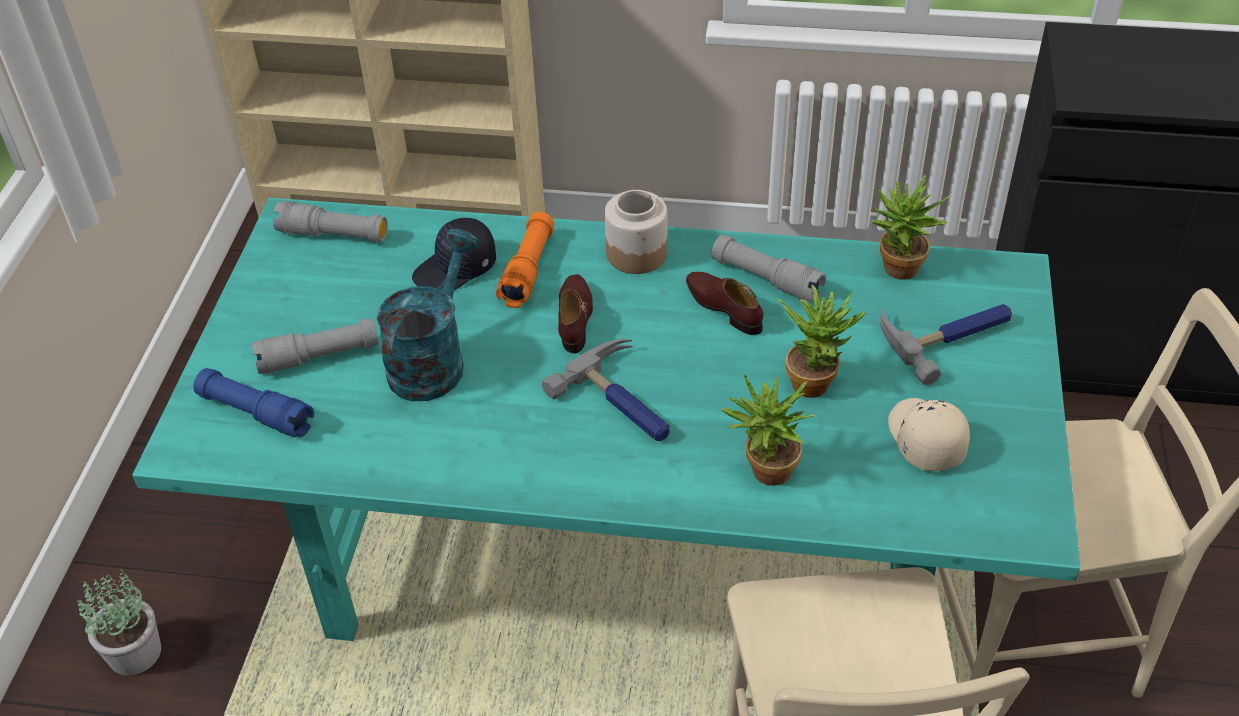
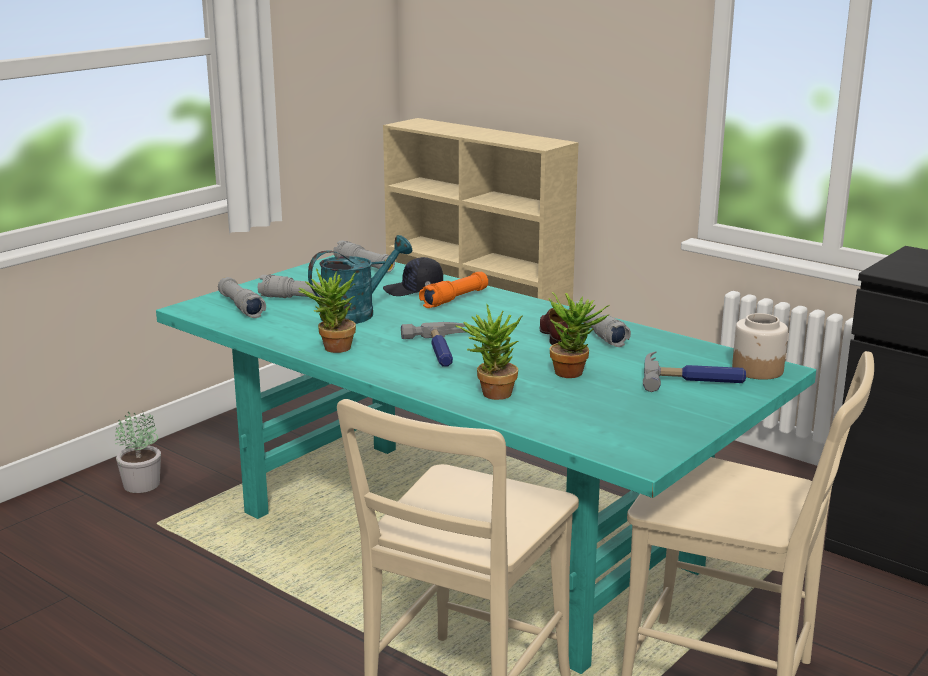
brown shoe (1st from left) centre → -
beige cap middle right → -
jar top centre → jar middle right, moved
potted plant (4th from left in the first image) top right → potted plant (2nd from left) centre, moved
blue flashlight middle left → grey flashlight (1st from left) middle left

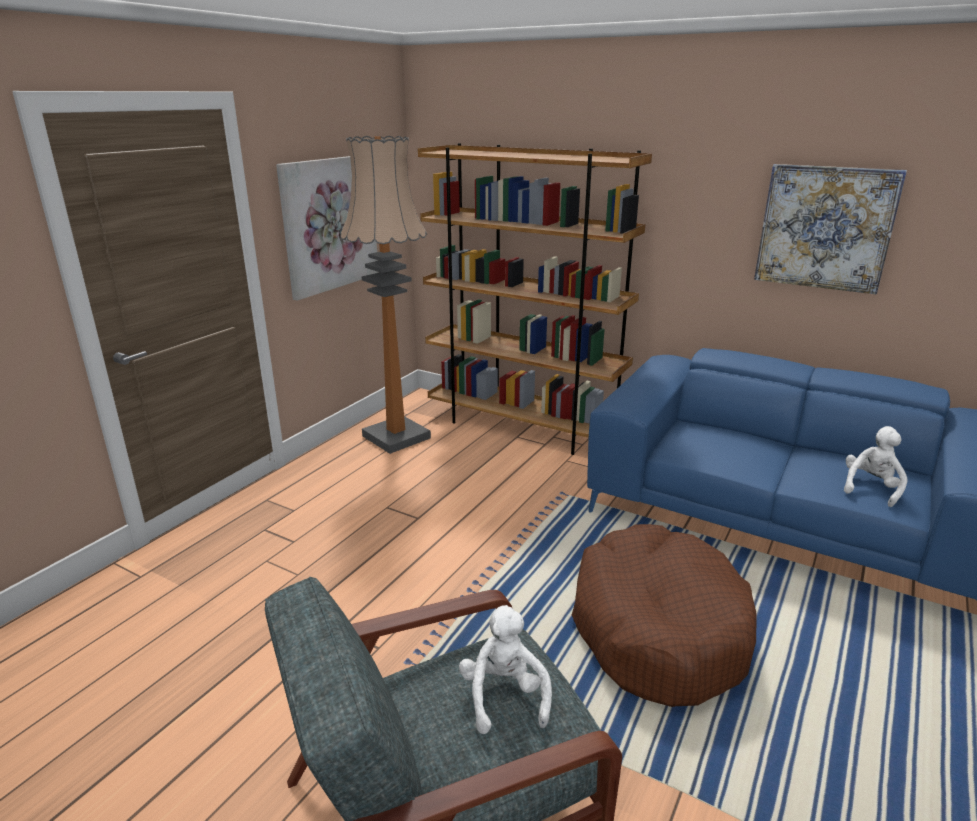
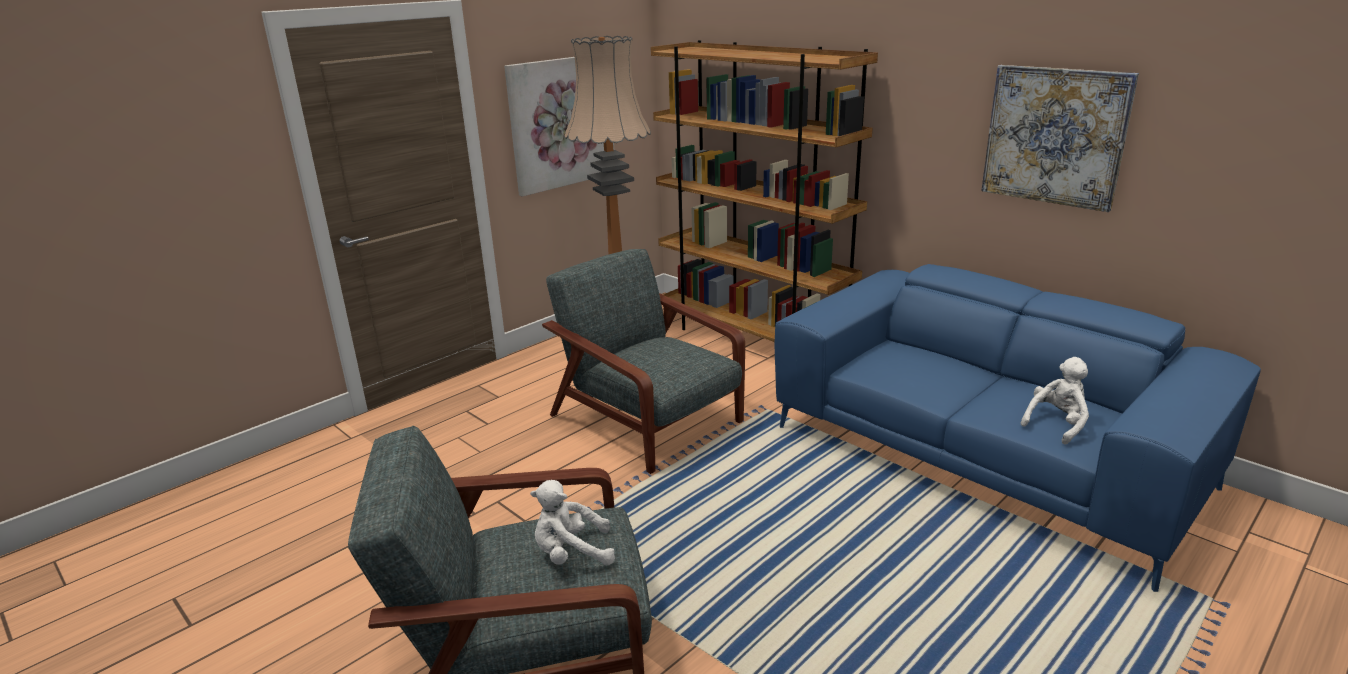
brown dog bed bottom right → -
- → grey armchair (2nd from left) centre
white plush toy (1st from left) bottom centre, 105 degrees counterclockwise

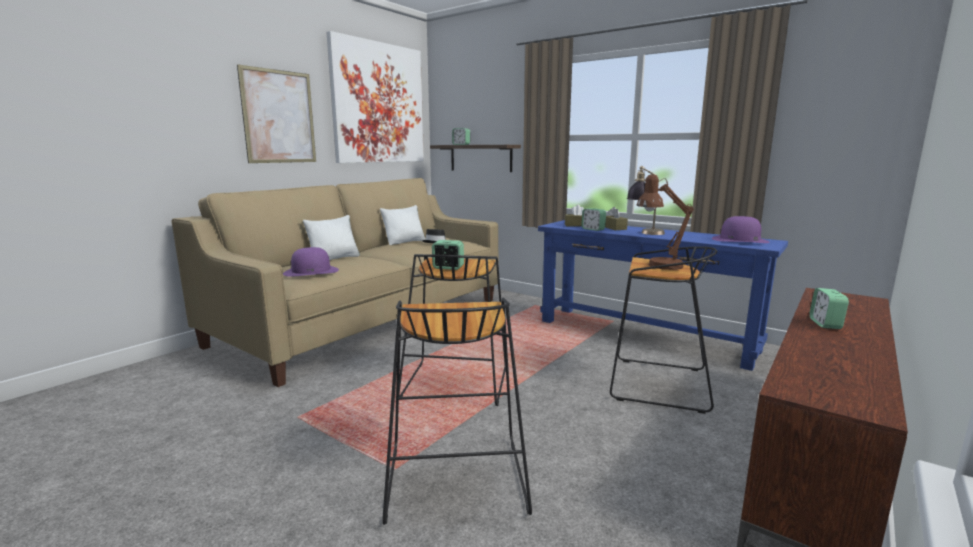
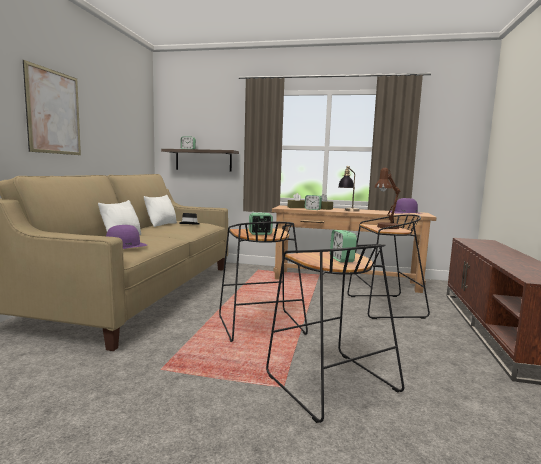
picture (2nd from left) top centre → -
alarm clock (4th from left) middle right → alarm clock (4th from left) centre, moved
blue console table middle right → brown console table centre

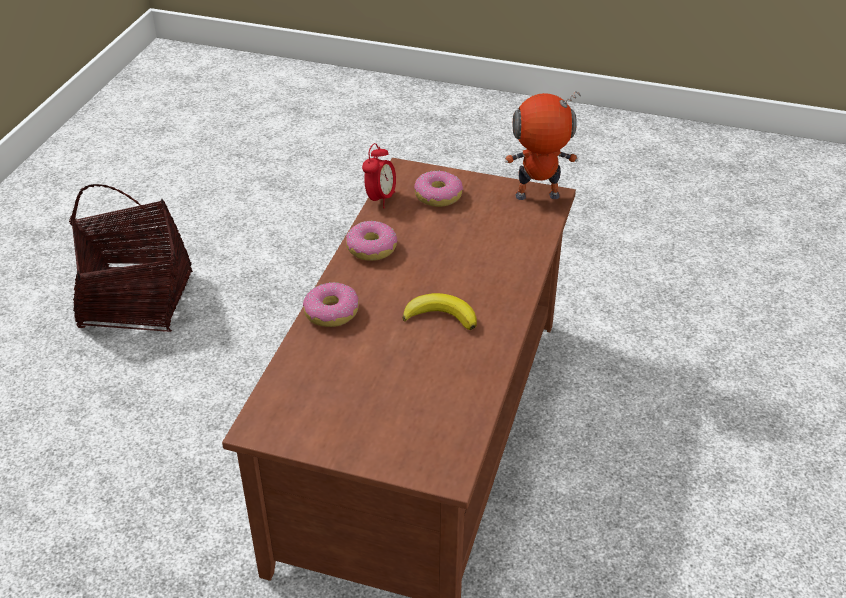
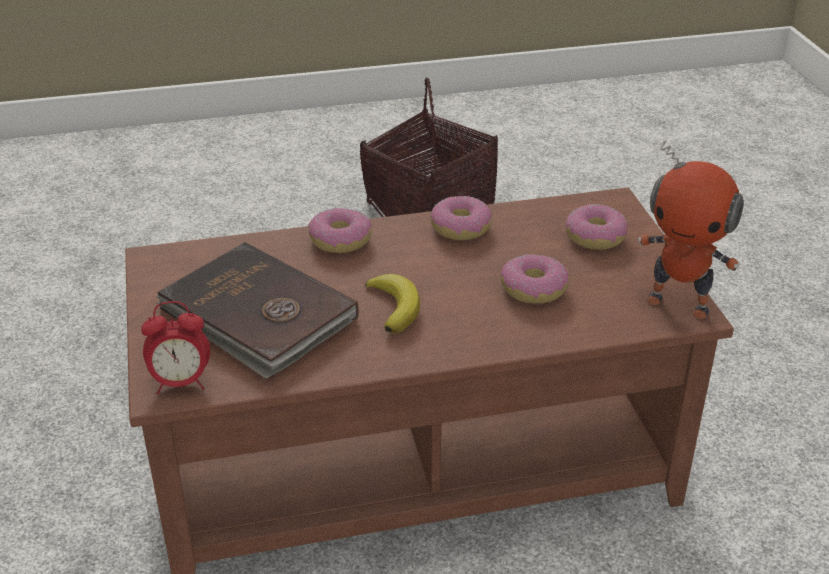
- → brown book middle left
- → donut (3rd from left) centre
alarm clock top centre → alarm clock middle left, moved
toy robot top centre → toy robot middle right, 150 degrees clockwise

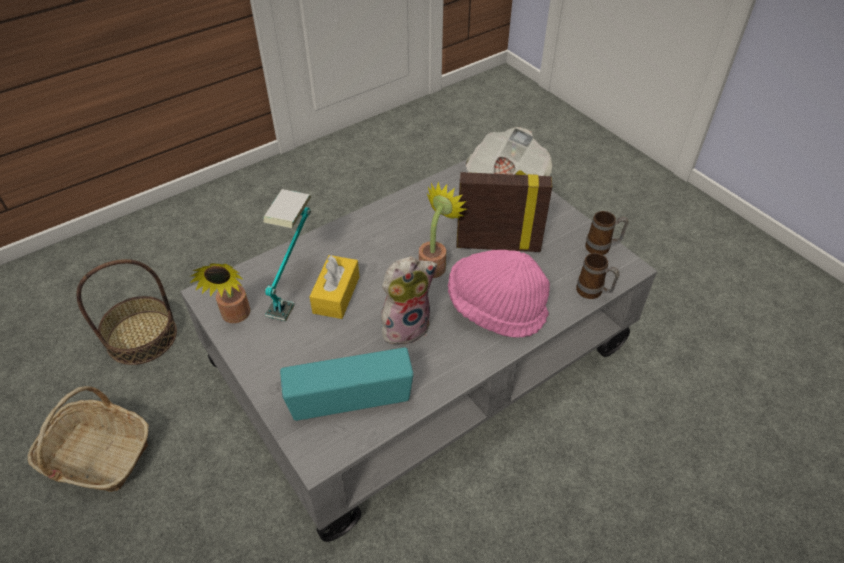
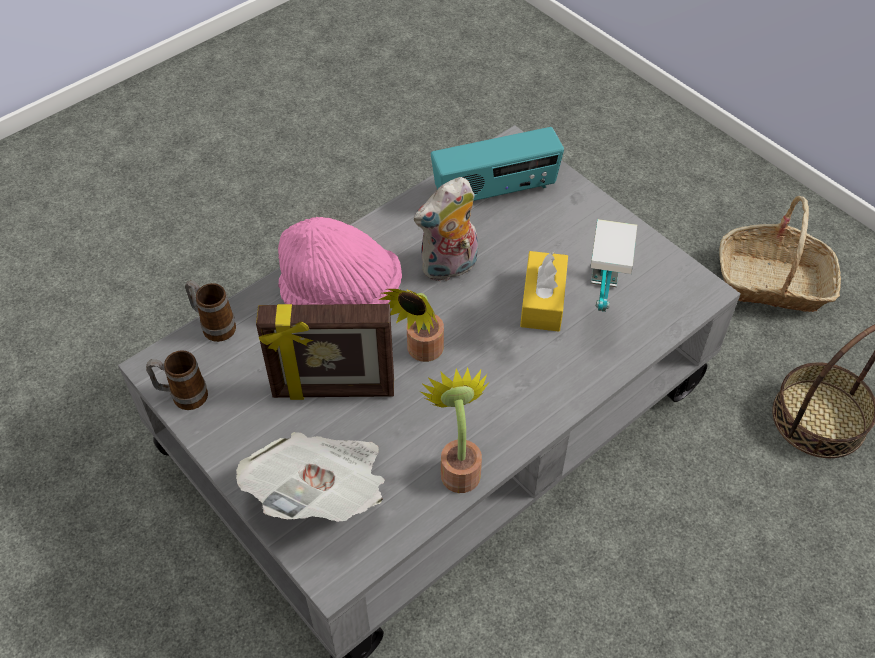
potted plant (1st from left in the first image) middle left → potted plant (2nd from left) centre, moved

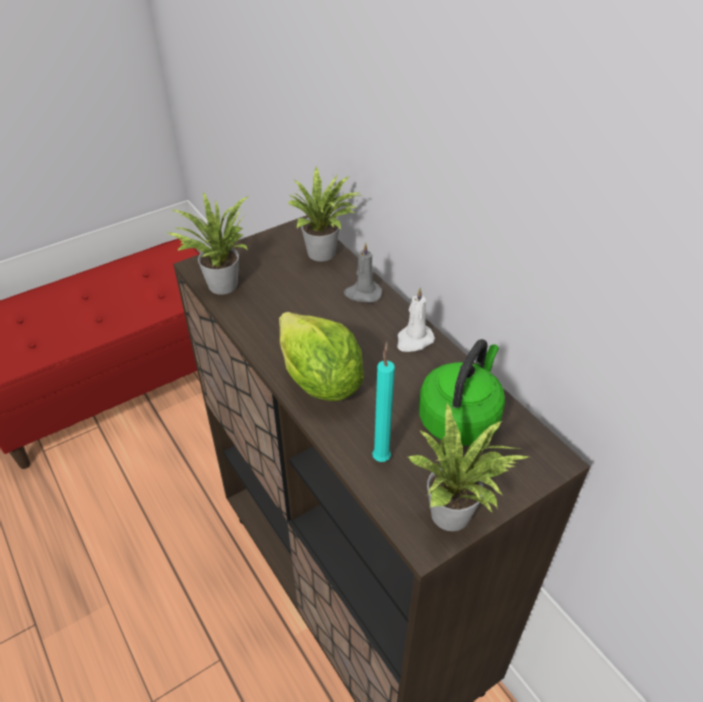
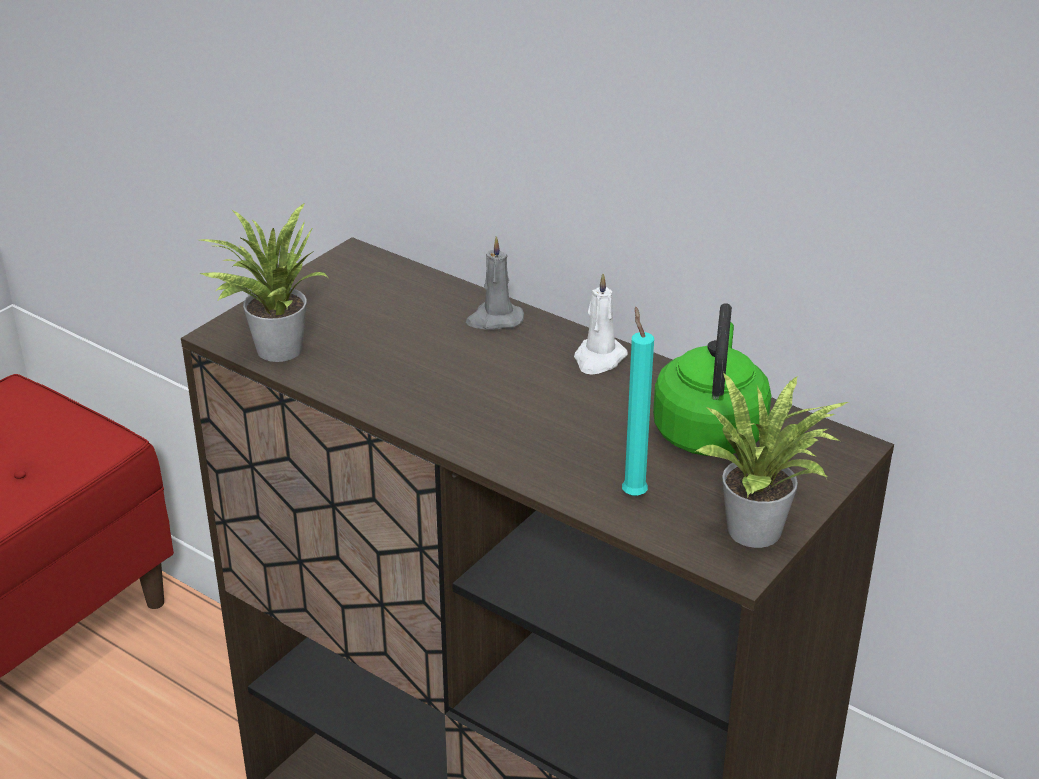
lettuce centre → -
potted plant (2nd from left) top centre → -

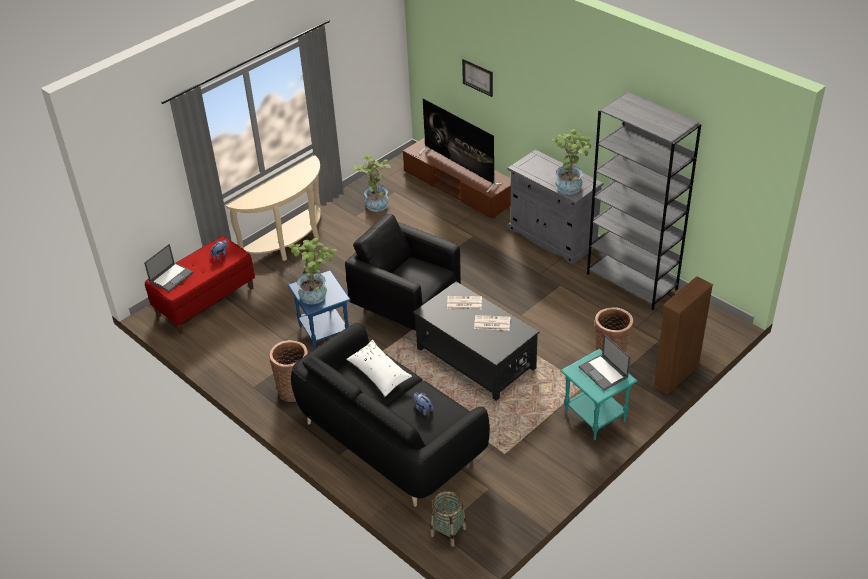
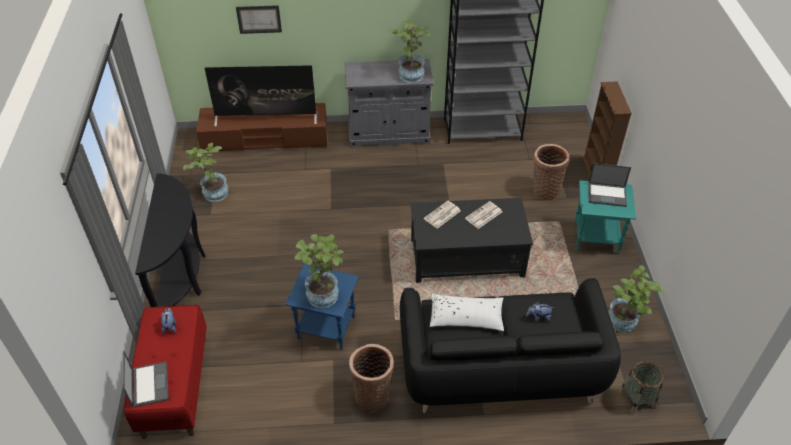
black armchair centre → -
- → potted plant (4th from left) bottom right
beige console table middle left → black console table middle left

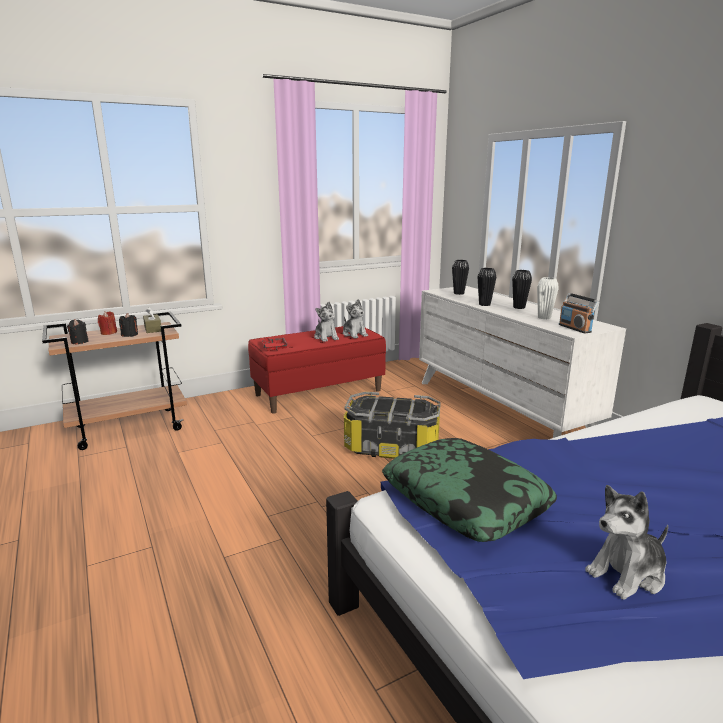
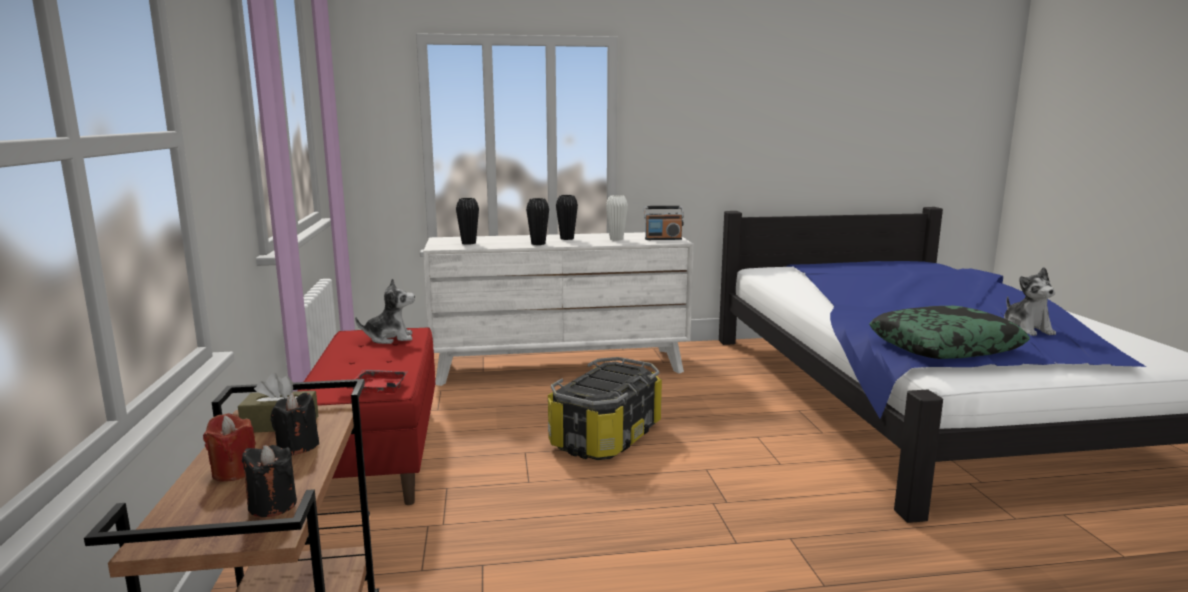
plush toy (1st from left) centre → -

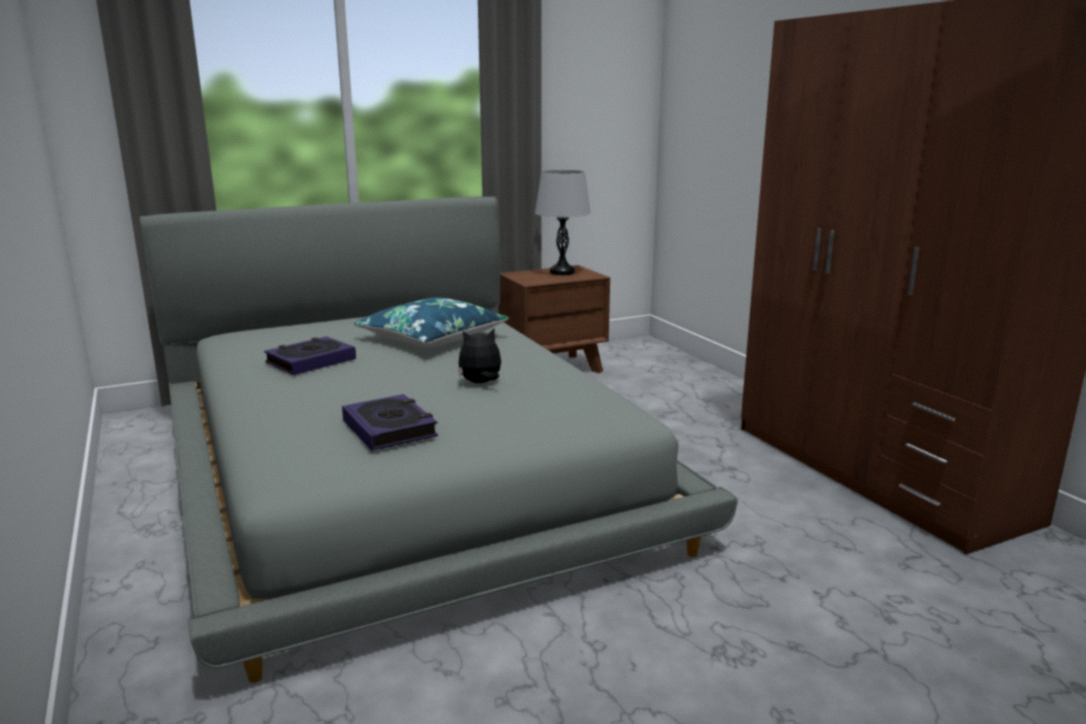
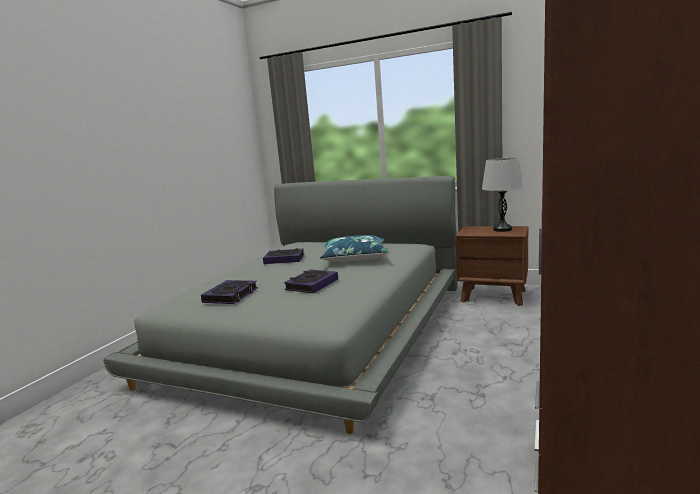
plush toy centre → book (3rd from left) centre

